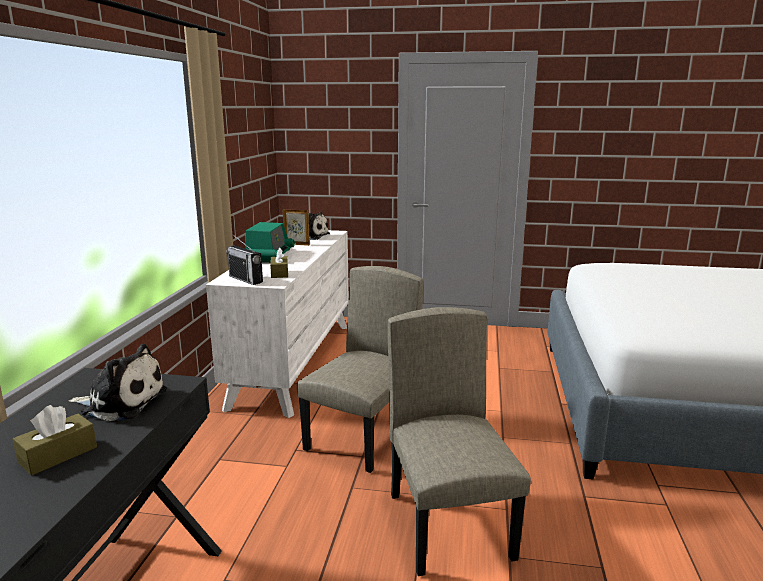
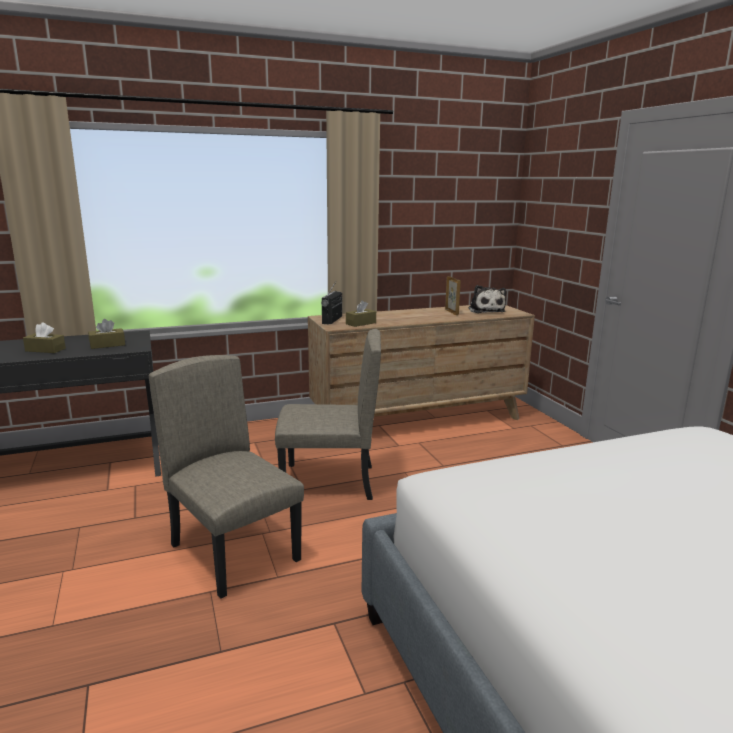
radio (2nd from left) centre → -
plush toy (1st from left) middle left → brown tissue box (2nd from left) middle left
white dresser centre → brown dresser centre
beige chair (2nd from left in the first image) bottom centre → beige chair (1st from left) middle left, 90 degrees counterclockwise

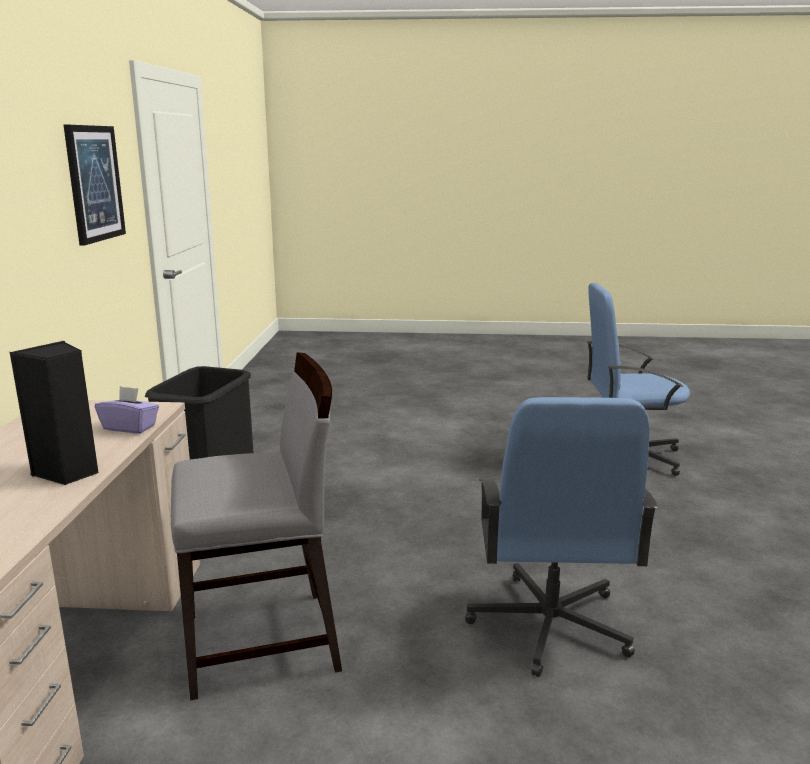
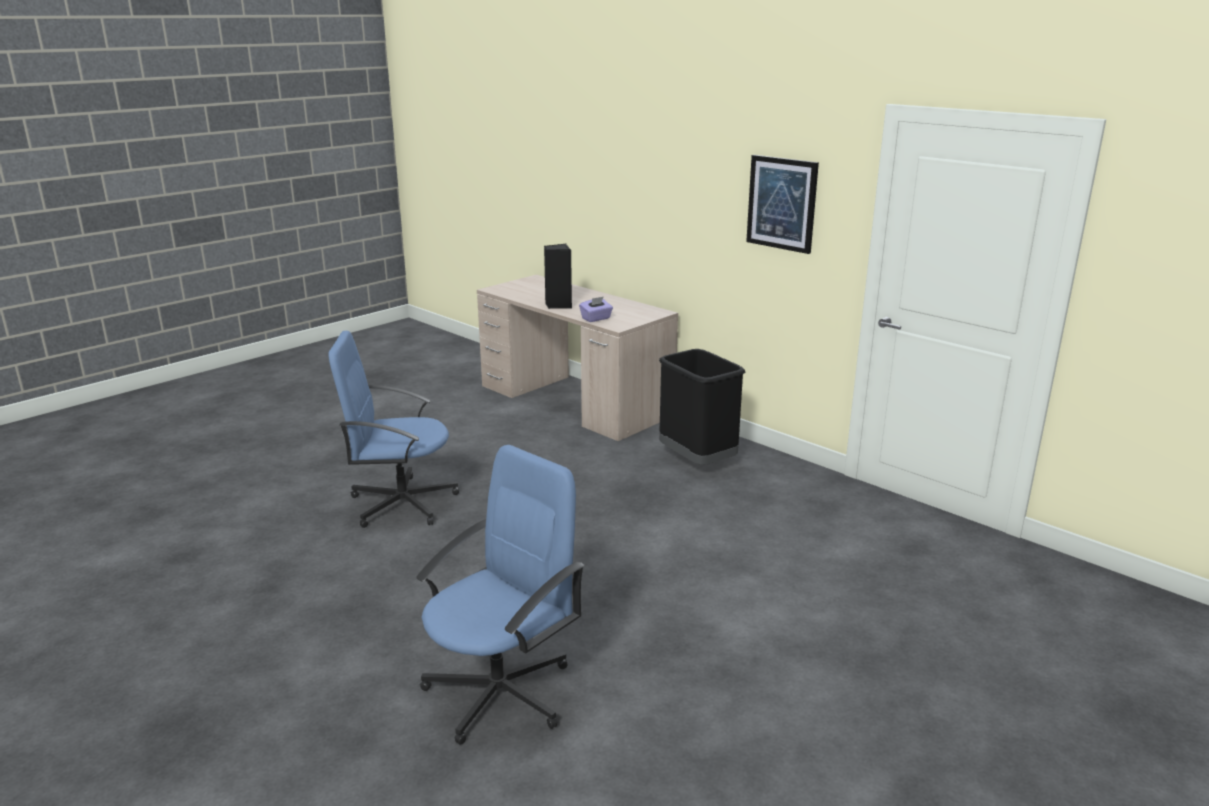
grey chair bottom left → -
blue office chair (1st from left) bottom right → blue office chair (1st from left) middle left, 45 degrees counterclockwise

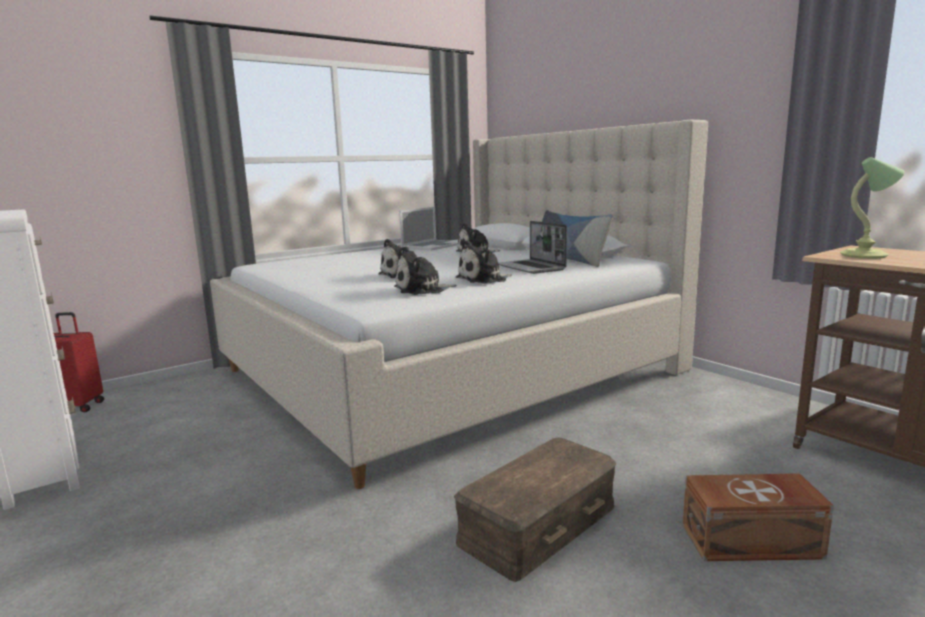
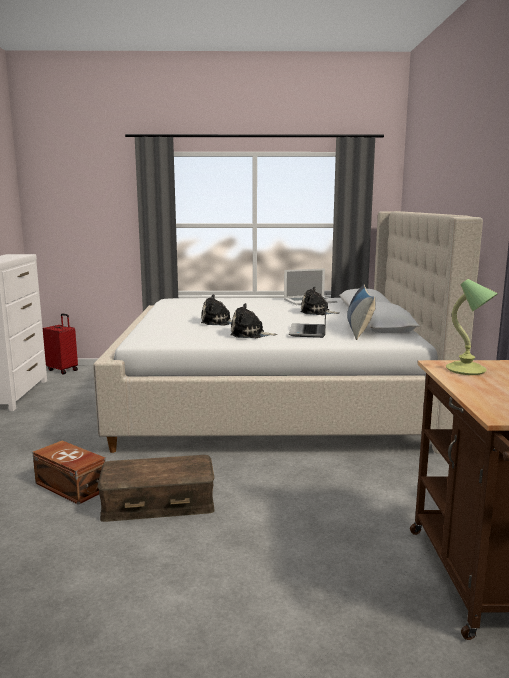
plush toy (2nd from left) centre → -
brown storage box (2nd from left in the first image) bottom right → brown storage box (1st from left) bottom left, moved

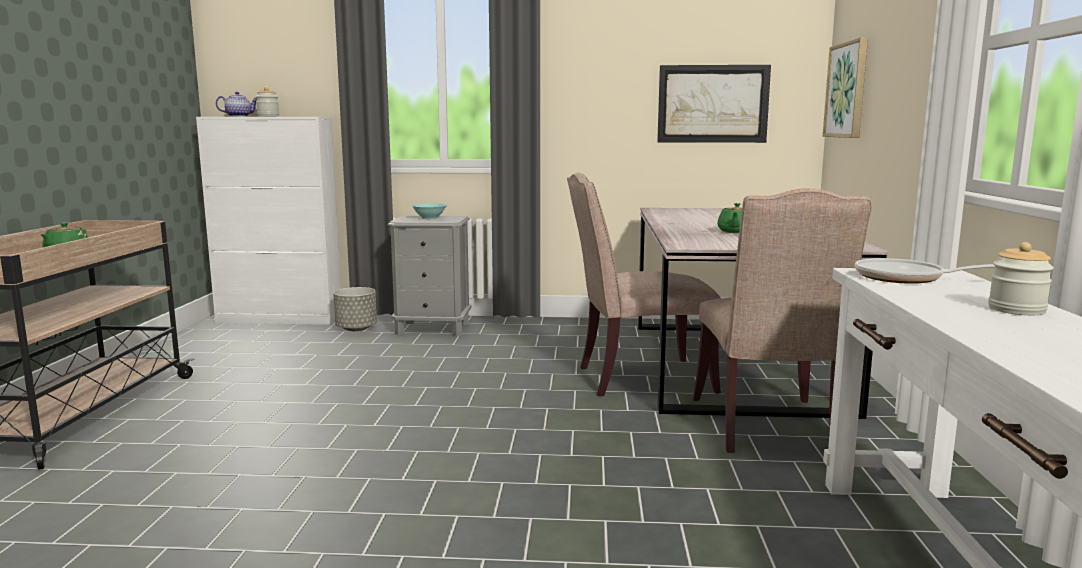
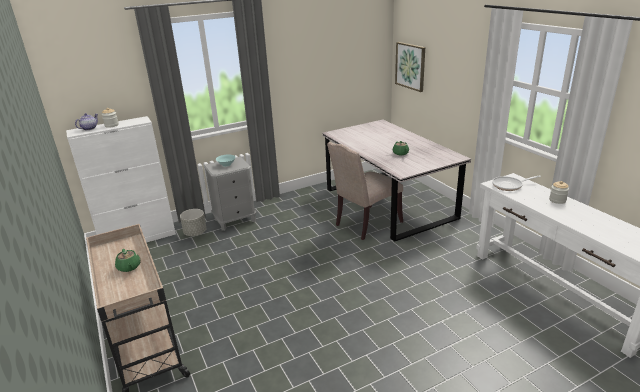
picture (1st from left) top centre → -
beige chair (2nd from left) middle right → -

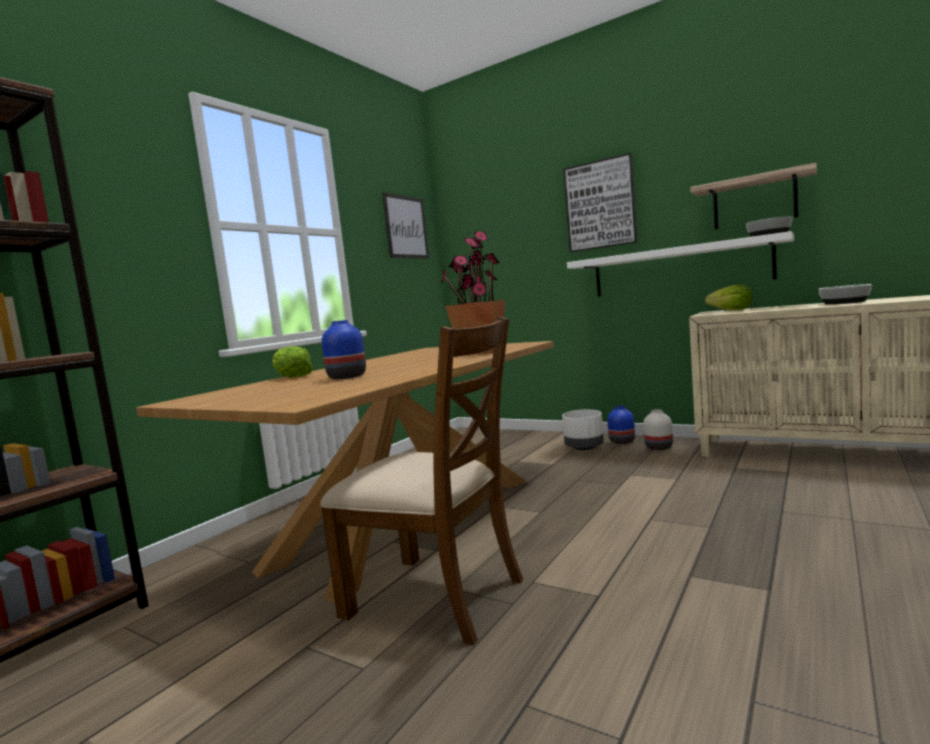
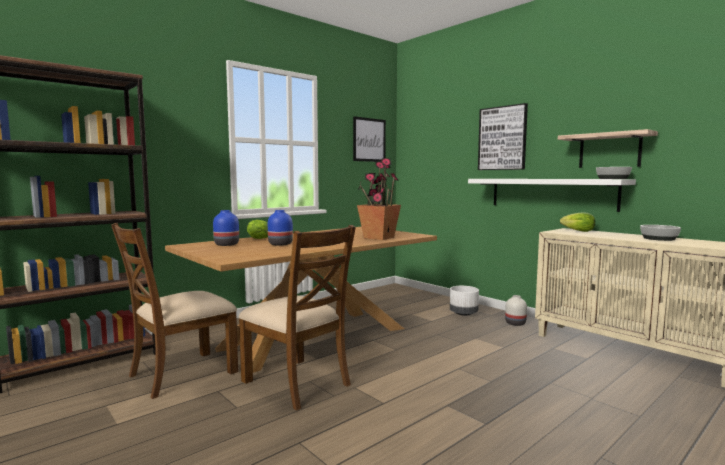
- → brown chair (1st from left) bottom left
blue vase (2nd from left in the first image) middle right → blue vase (1st from left) middle left, moved

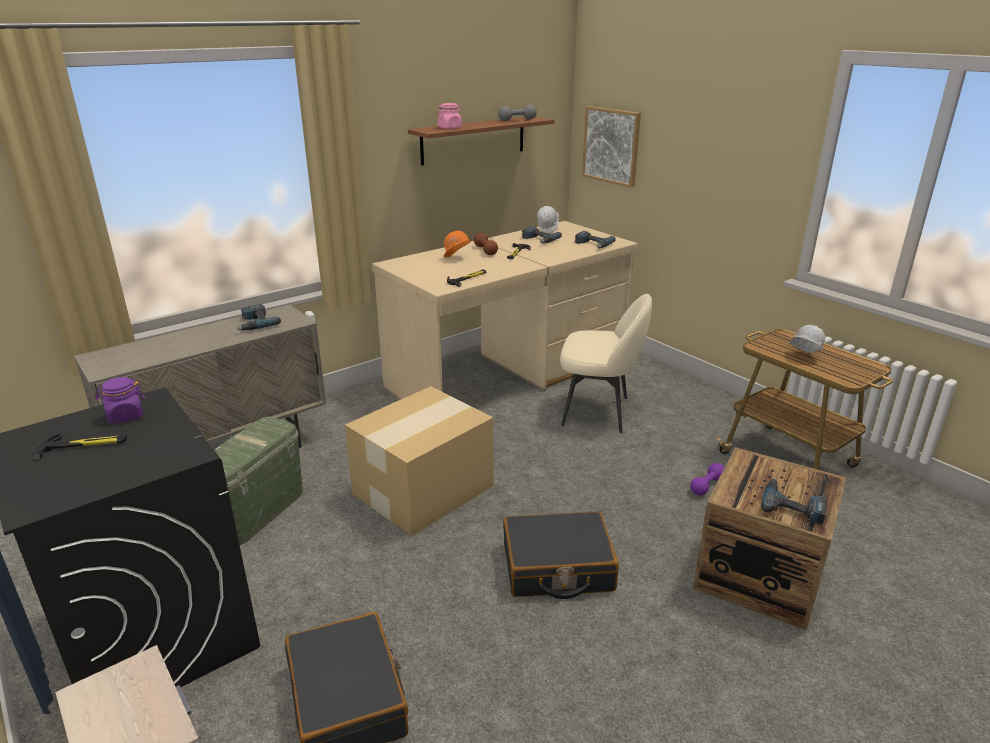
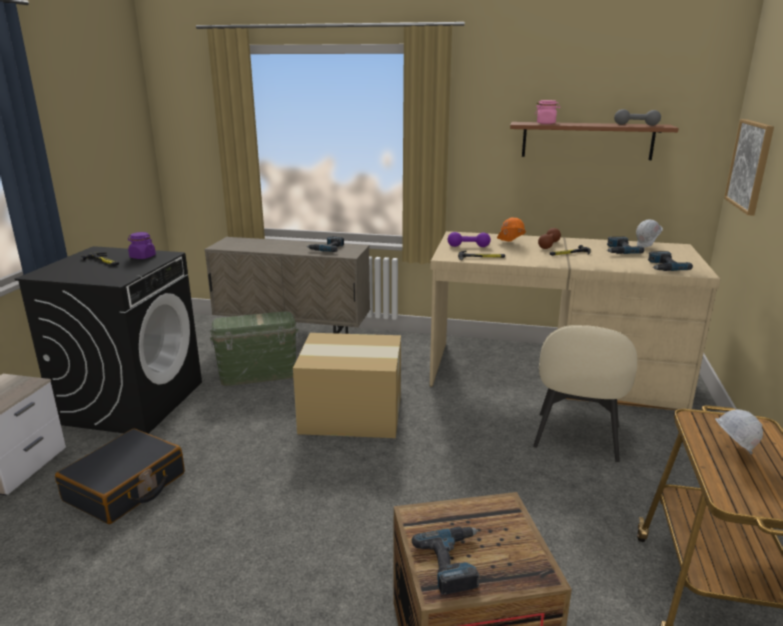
black suitcase (2nd from left) bottom centre → -
purple dumbbell middle right → purple dumbbell centre, moved
beige chair centre → beige chair middle right, 45 degrees clockwise

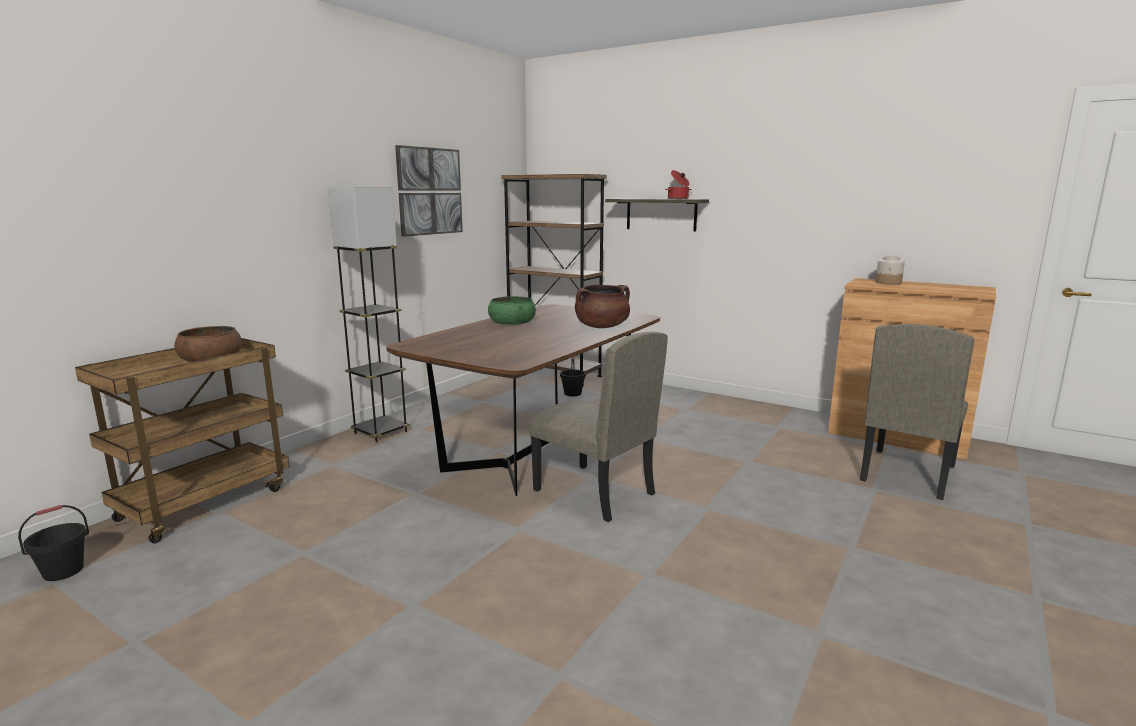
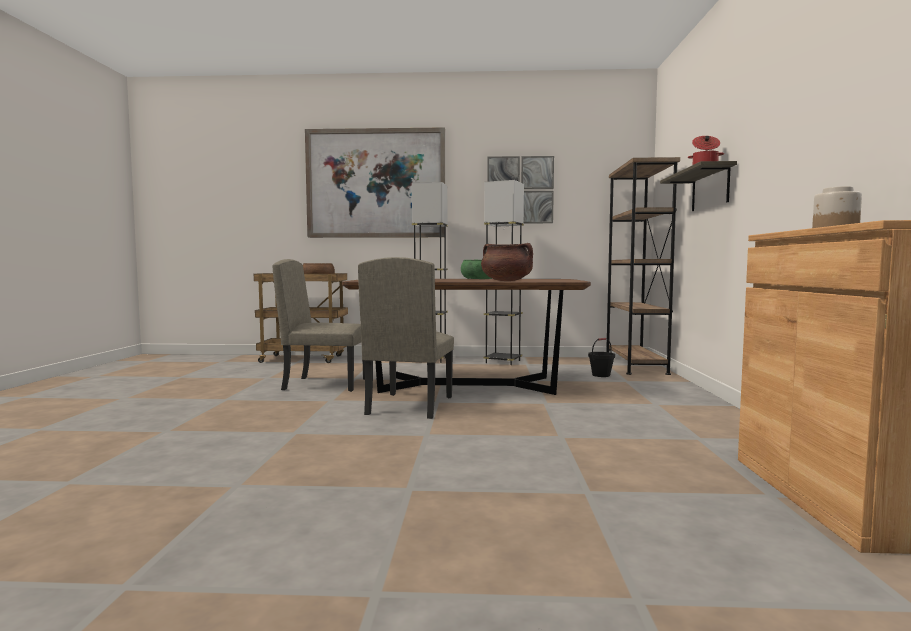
black bucket (1st from left) bottom left → -
- → picture (1st from left) top centre
- → grey floor lamp (2nd from left) centre
beige chair (2nd from left in the first image) middle right → beige chair (1st from left) centre, moved

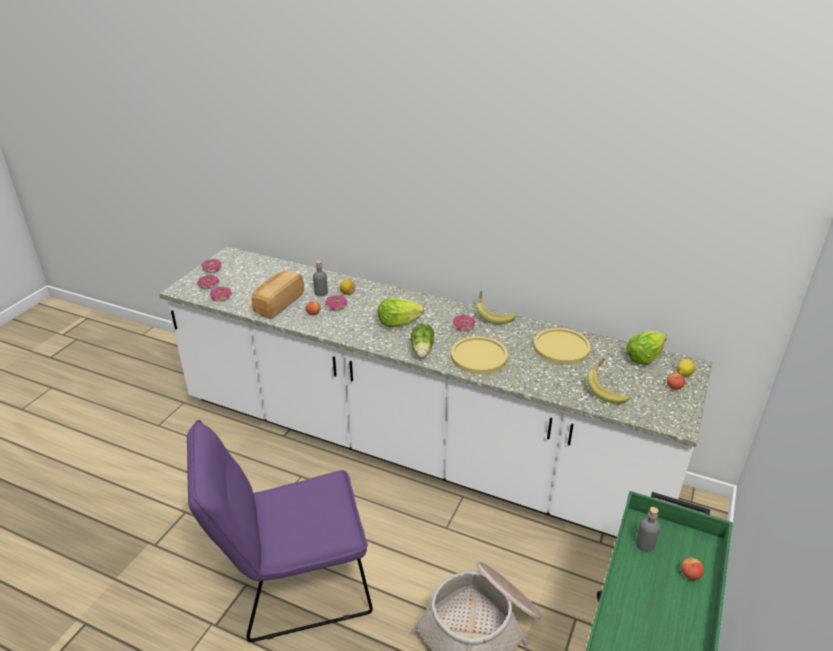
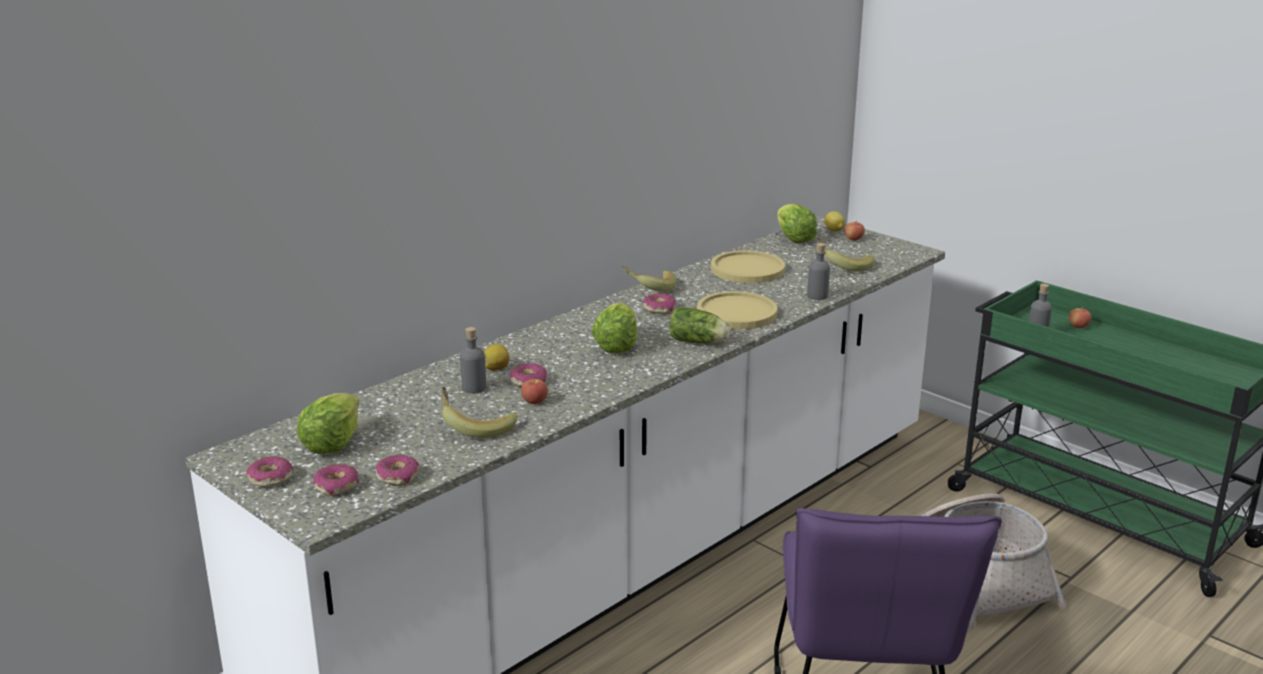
- → lettuce (1st from left) middle left
- → grey bottle (2nd from left) centre
bread centre → banana (1st from left) centre

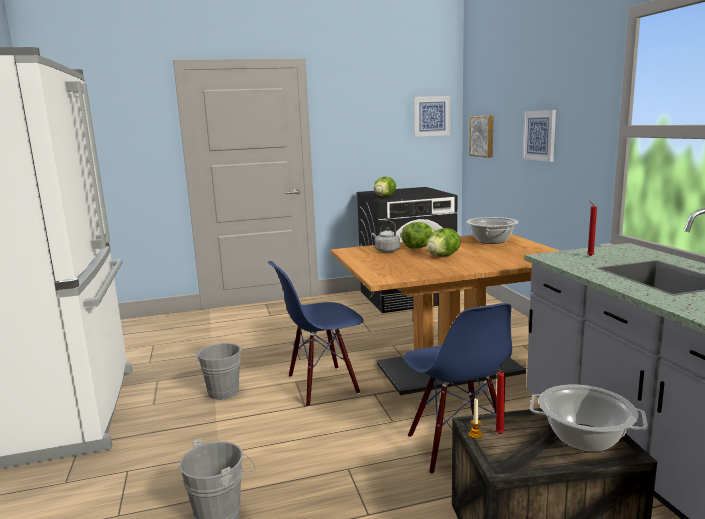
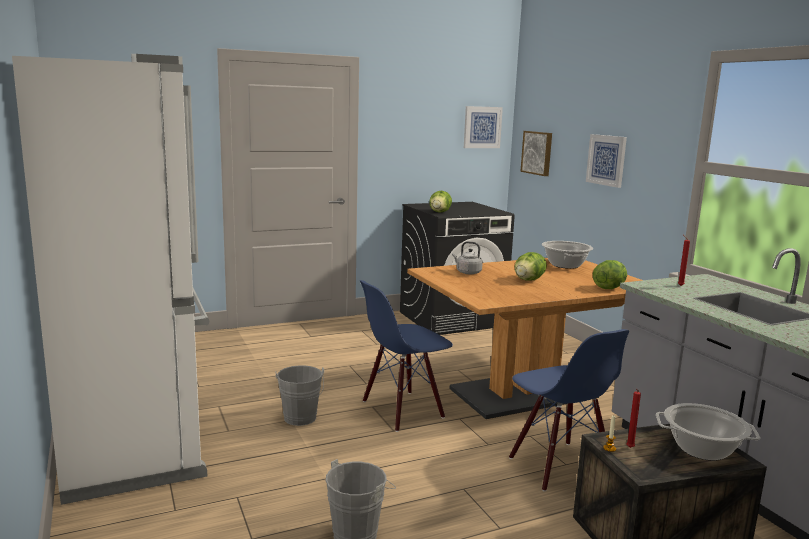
lettuce (2nd from left in the first image) centre → lettuce (3rd from left) middle right, moved

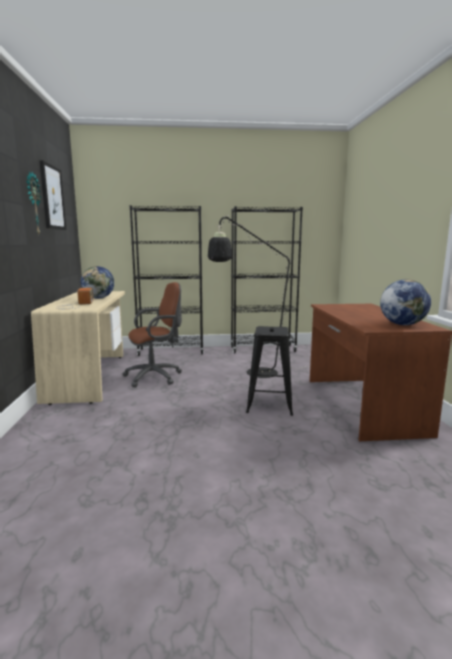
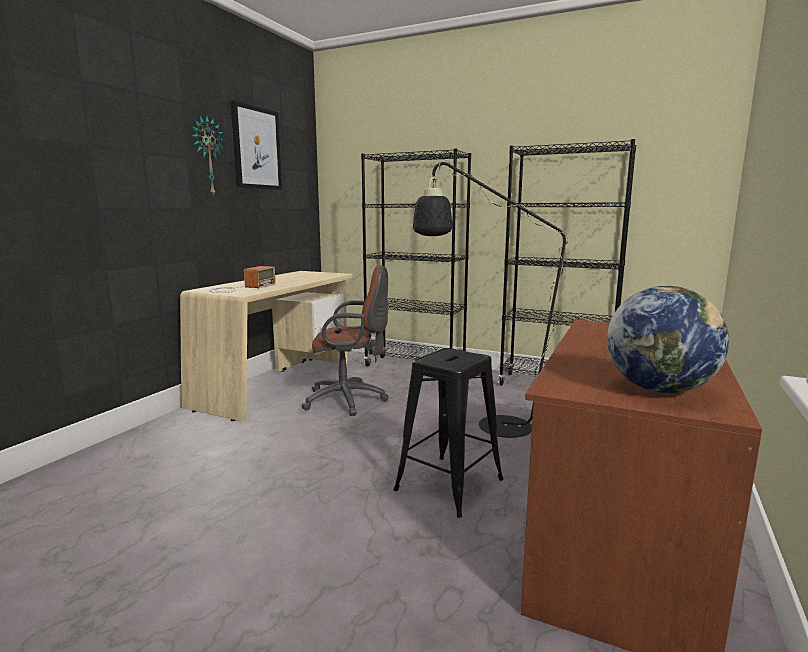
globe (1st from left) middle left → -

